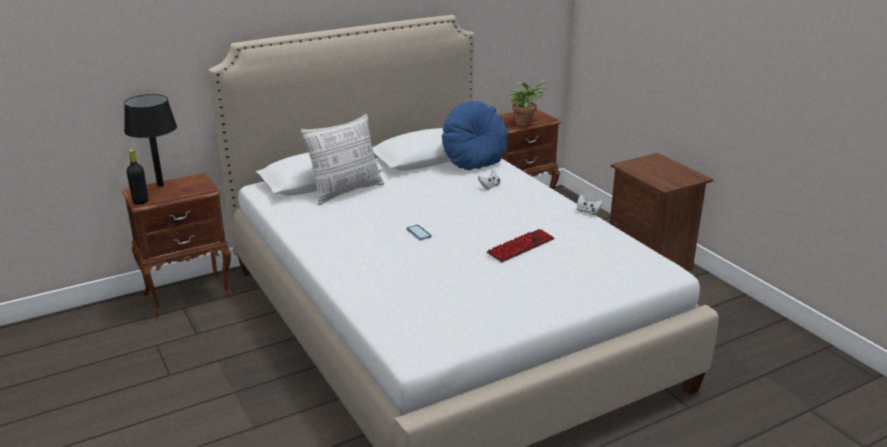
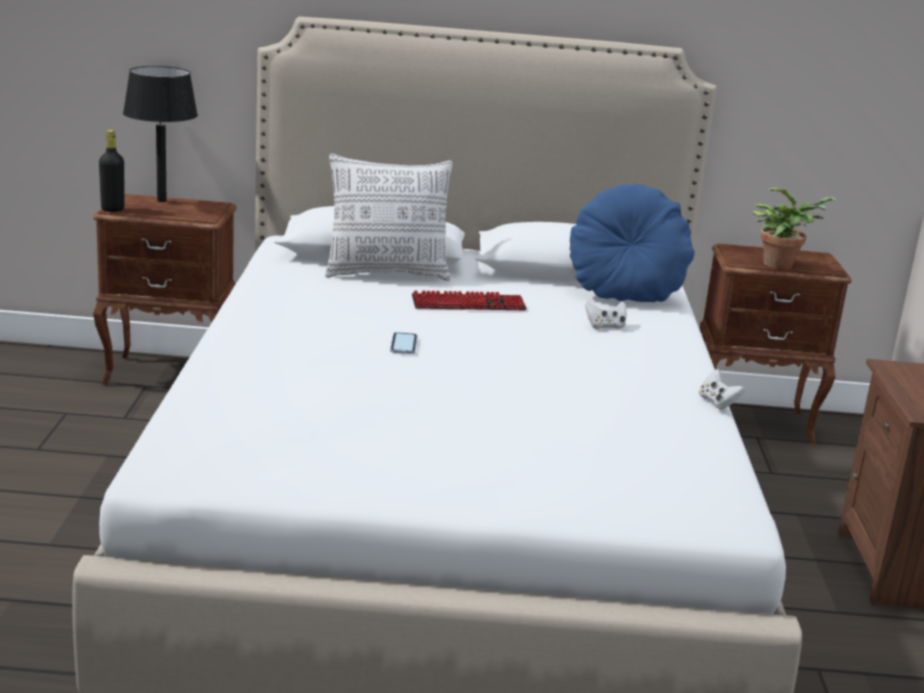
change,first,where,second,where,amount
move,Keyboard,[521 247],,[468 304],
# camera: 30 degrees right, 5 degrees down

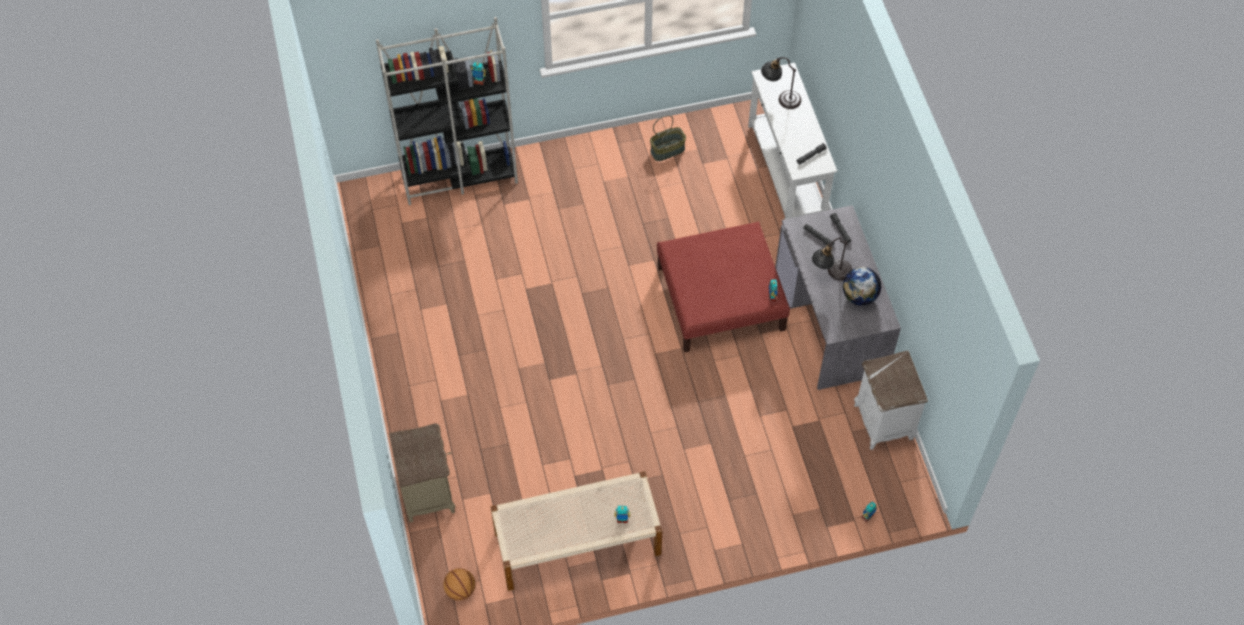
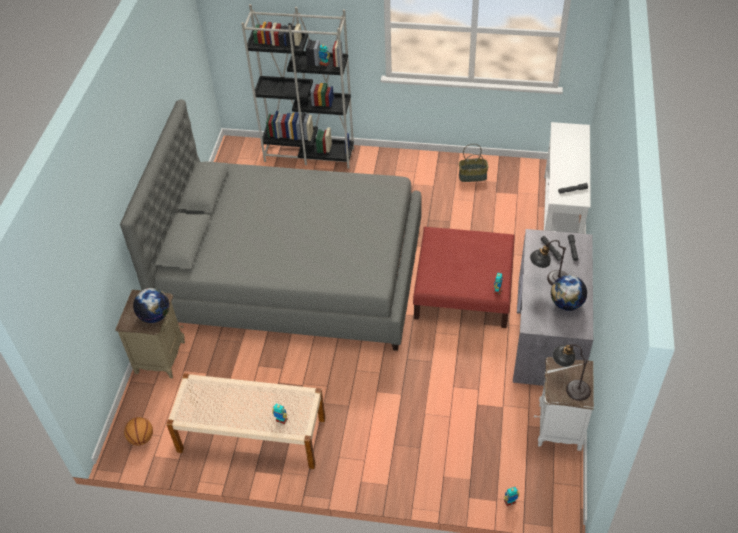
change,first,where,second,where,amount
insert,,,GreyBed,[292 272],
insert,,,Globe,[155 316],
move,GreyTableLamp,[780 97],,[569 384],
# camera: 25 degrees right, 10 degrees down

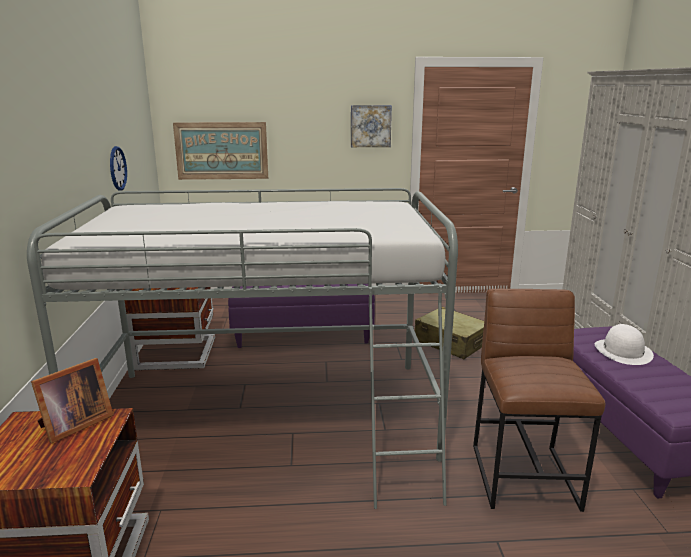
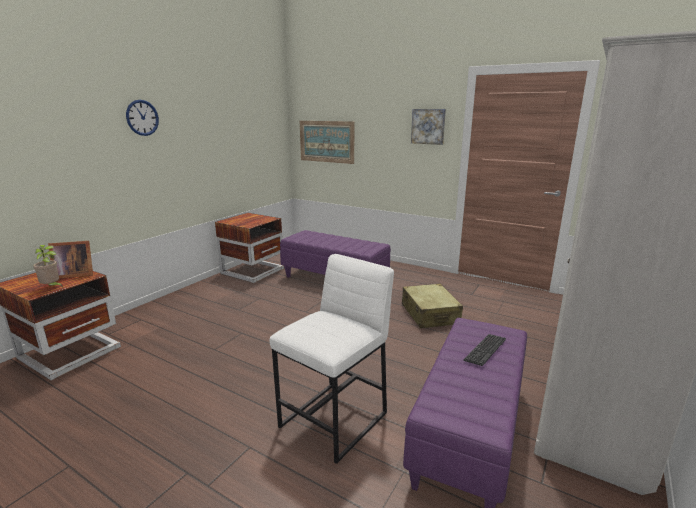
change,first,where,second,where,amount
insert,,,PottedPlant,[52 287],
move,WallClock,[117 168],,[142 117],
recolor,BrownChair,[523 475],WhiteChair,[335 418],
replace,WhiteHat,[623 351],Keyboard,[485 350],
delete,GreyBed,[271 415],,,
# camera: 35 degrees right, 0 degrees up

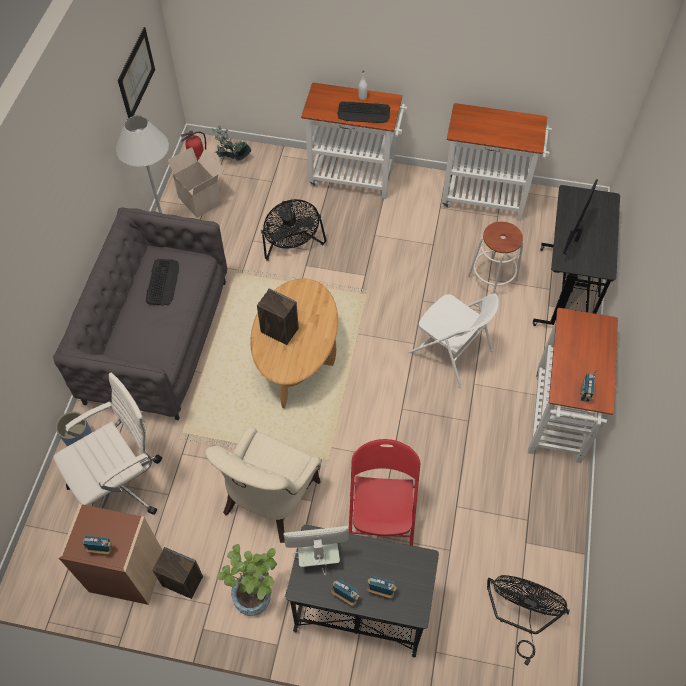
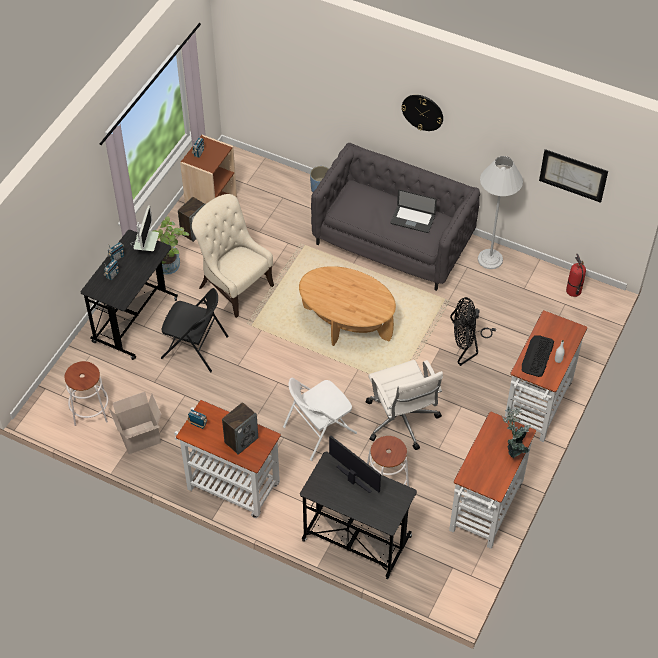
change,first,where,second,where,amount
replace,BlackFan,[521 617],WhiteStool,[90 410],
move,CardboardBox,[201 200],,[139 438],
recolor,RedChair,[381 517],BlackChair,[194 347],
move,Speaker,[279 330],,[241 440],
move,WhiteOfficeChair,[122 484],,[401 421],
replace,Keyboard,[162 282],Laptop,[412 220],
insert,,,WallClock,[422 112],
move,PottedPlant,[232 160],,[514 447],
# camera: 105 degrees right, 5 degrees down

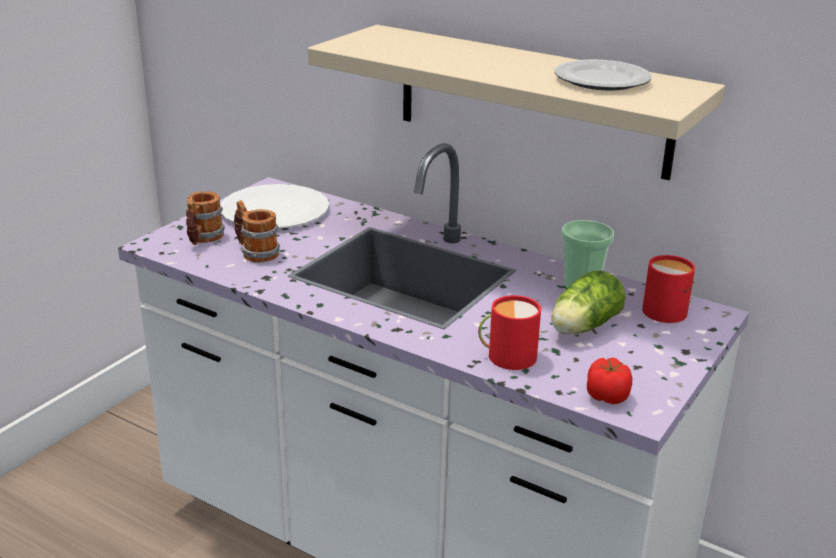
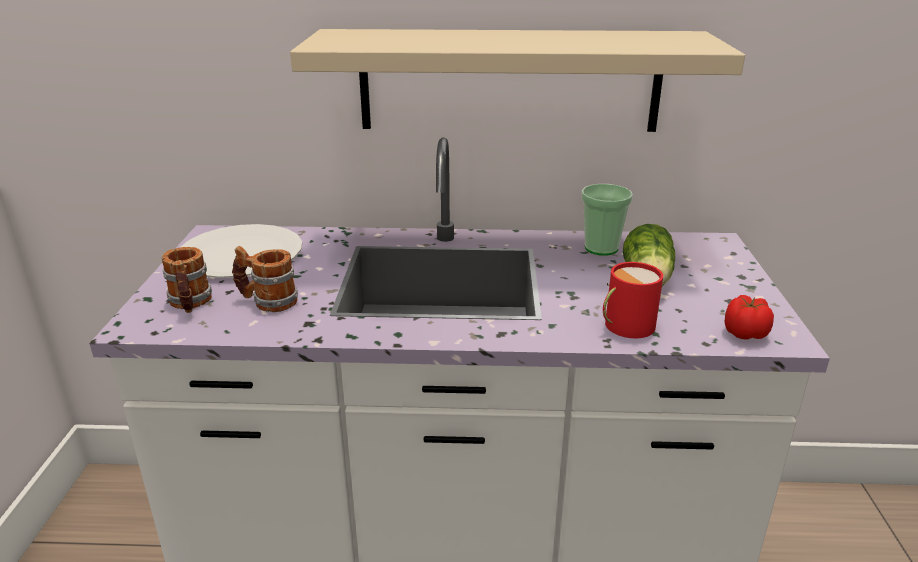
change,first,where,second,where,amount
delete,Plate,[602 81],,,
delete,RedMug,[667 309],,,
# camera: 30 degrees left, 0 degrees up

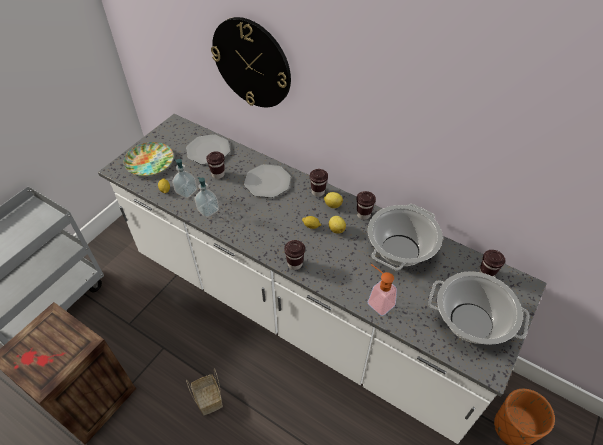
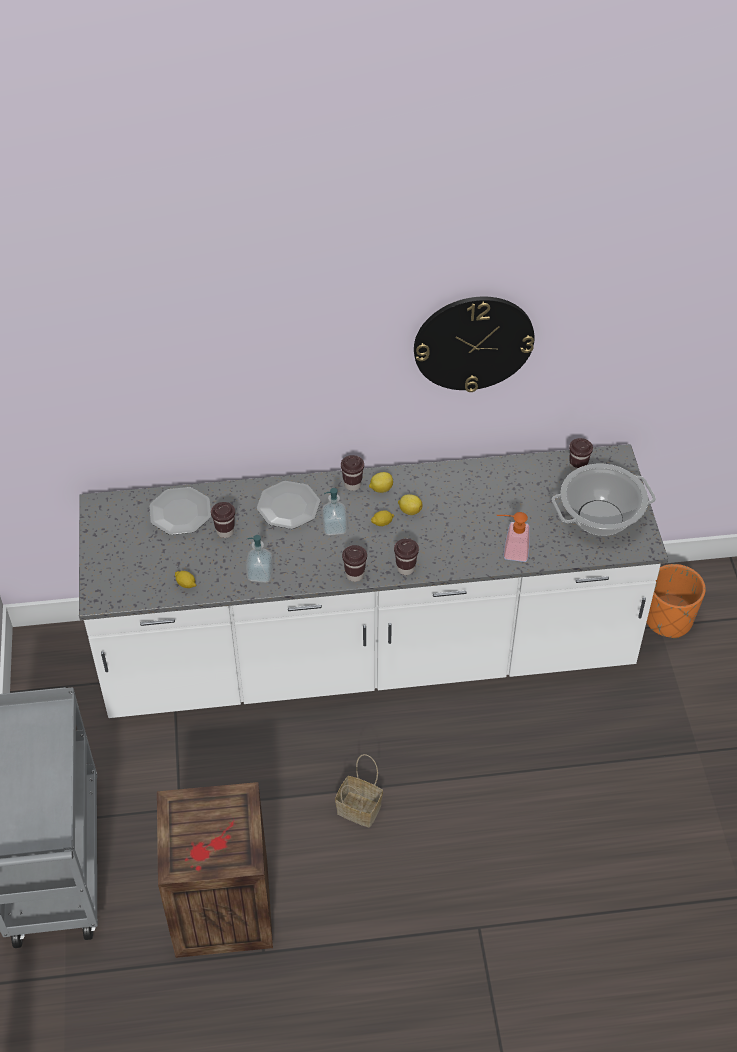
change,first,where,second,where,amount
move,SoapDispenser,[186 191],,[334 527],
move,BrownCup,[363 214],,[354 575],
move,WallClock,[252 63],,[473 342],
delete,Plate,[150 162],,,
delete,CookingPot,[400 249],,,
# camera: 40 degrees left, 0 degrees up

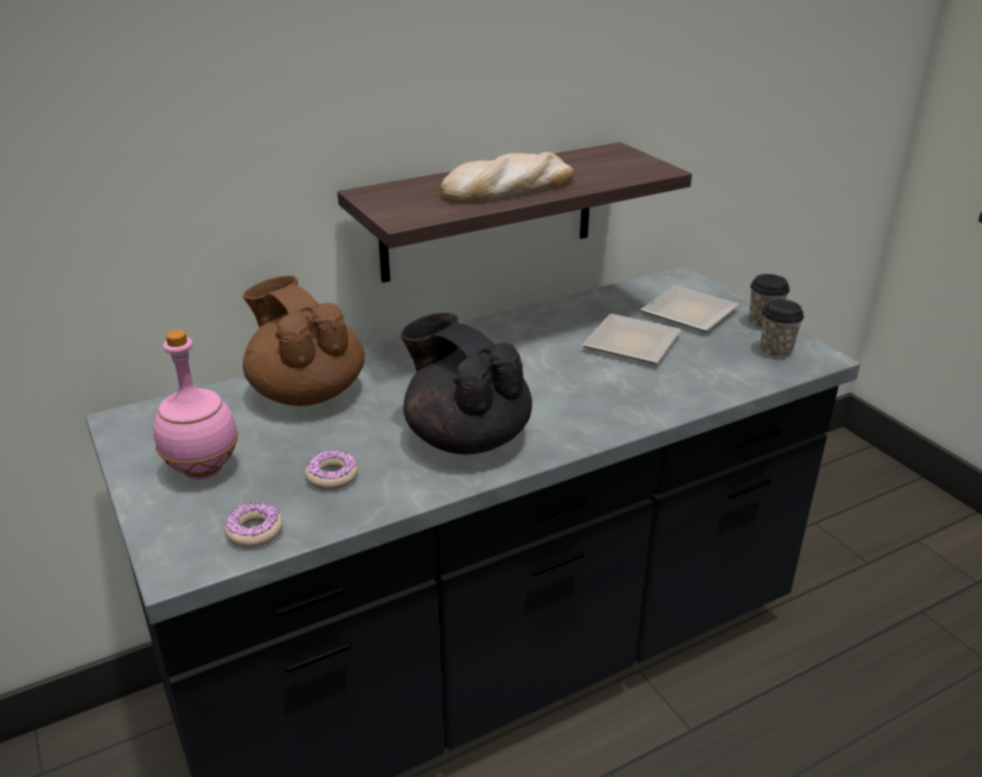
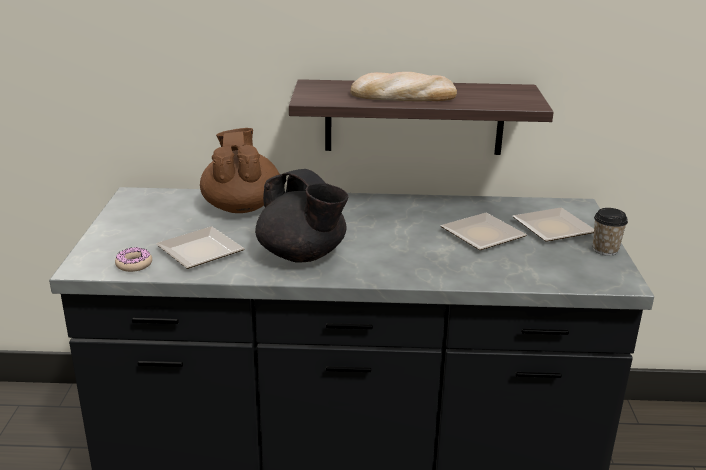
change,first,where,second,where,amount
replace,Donut,[332 476],Plate,[203 252],
rotate,BlackTeapot,[466 437],,[303 255],150 degrees clockwise
delete,PinkBottle,[204 470],,,
delete,Cup,[775 351],,,
# camera: 30 degrees right, 5 degrees down

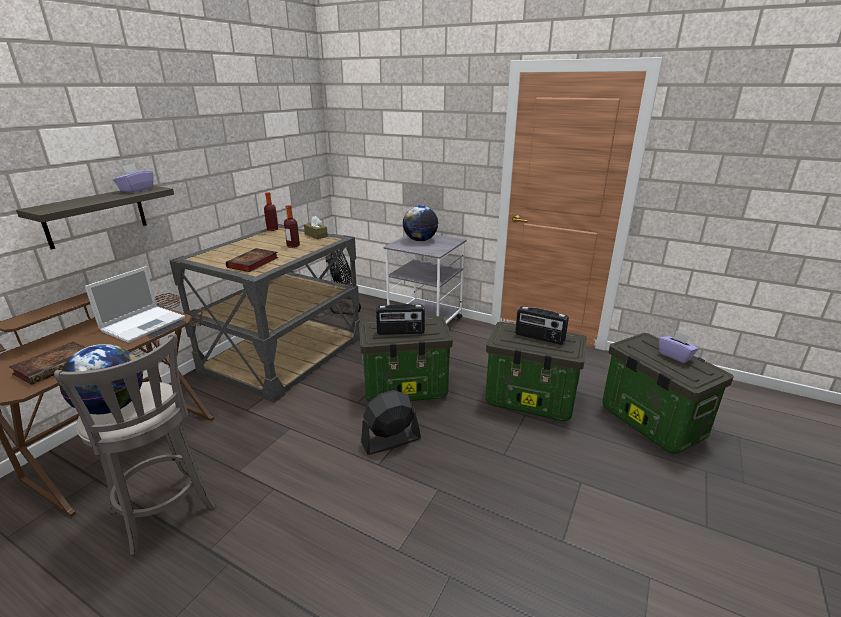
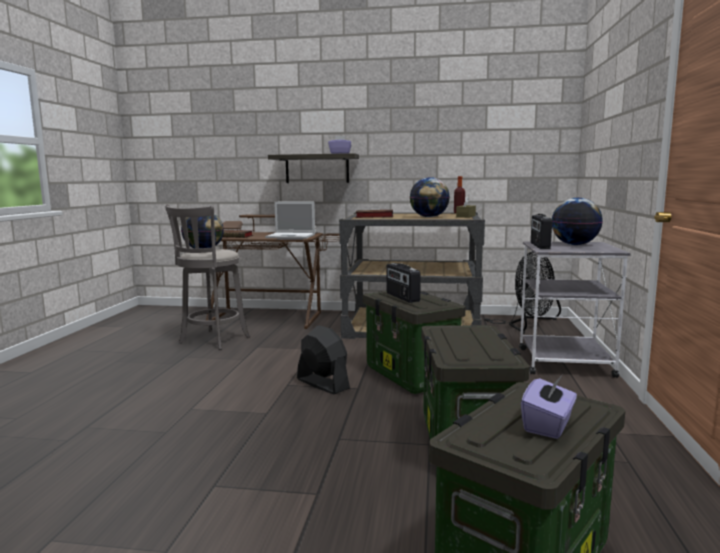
change,first,where,second,where,amount
replace,Bottle,[293 246],Globe,[429 217],
move,Radio,[539 338],,[539 246],
# camera: 70 degrees right, 15 degrees down

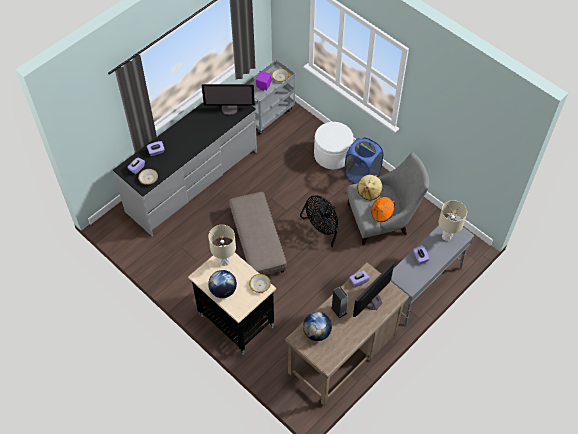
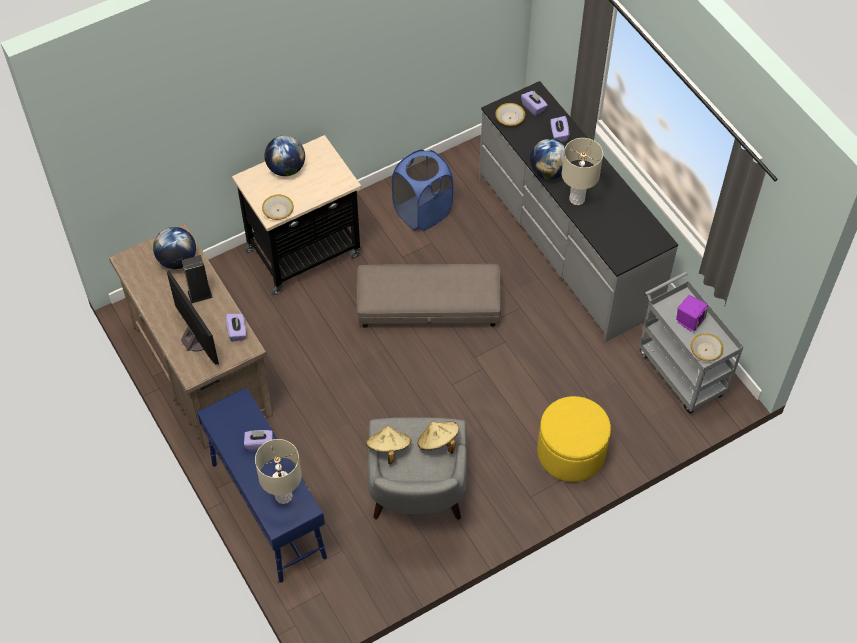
change,first,where,second,where,amount
recolor,GreyConsoleTable,[421 286],BlueConsoleTable,[269 509],
recolor,OrangeHat,[382 214],BeigeHat,[388 449],
move,BlueLaundryBasket,[362 176],,[422 212],
insert,,,Globe,[548 171],
recolor,WhiteOttoman,[332 155],YellowOttoman,[571 452],
move,BeigeTableLamp,[224 261],,[576 199],
delete,Monitor,[230 108],,,
delete,BlackFan,[323 226],,,
# camera: 105 degrees right, 0 degrees up

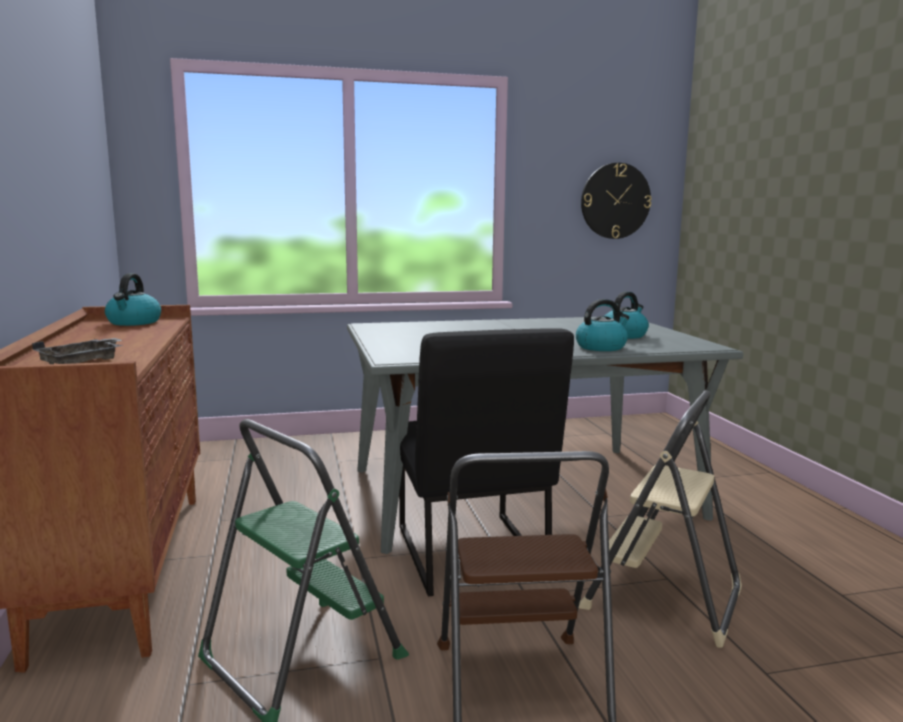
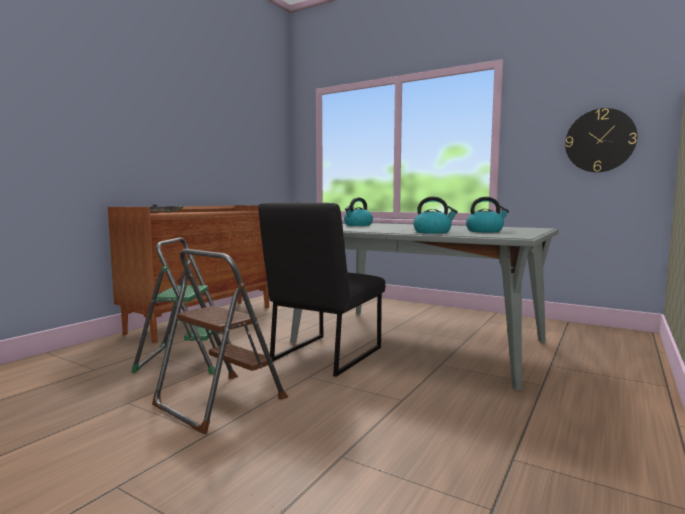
change,first,where,second,where,amount
move,Kettle,[134 322],,[358 225],
delete,BeigeStepLadder,[668 599],,,
# camera: 45 degrees right, 5 degrees down

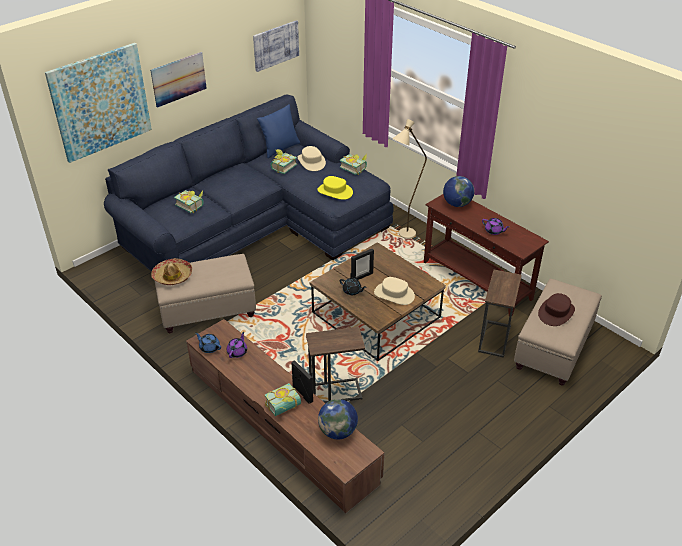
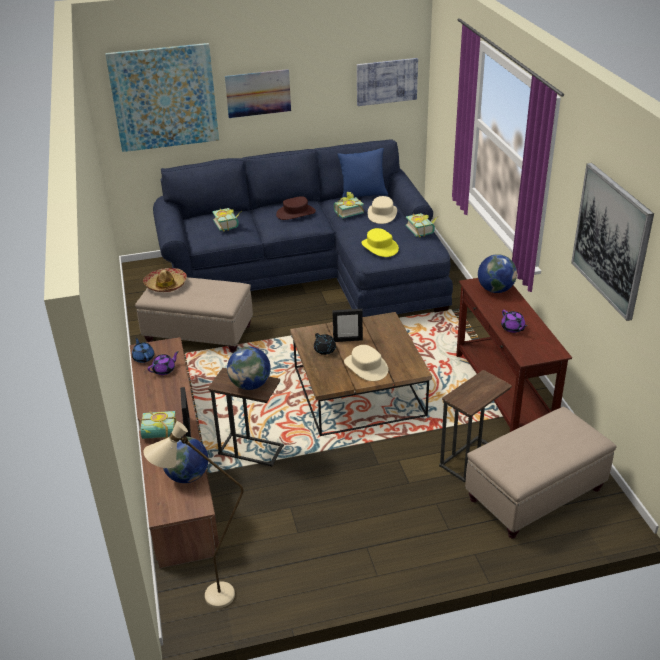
change,first,where,second,where,amount
move,BeigeFloorLamp,[403 237],,[208 599],
insert,,,Globe,[250 385],
move,BrownHat,[556 312],,[296 213],
insert,,,Picture,[611 240],
# camera: 30 degrees right, 5 degrees down

